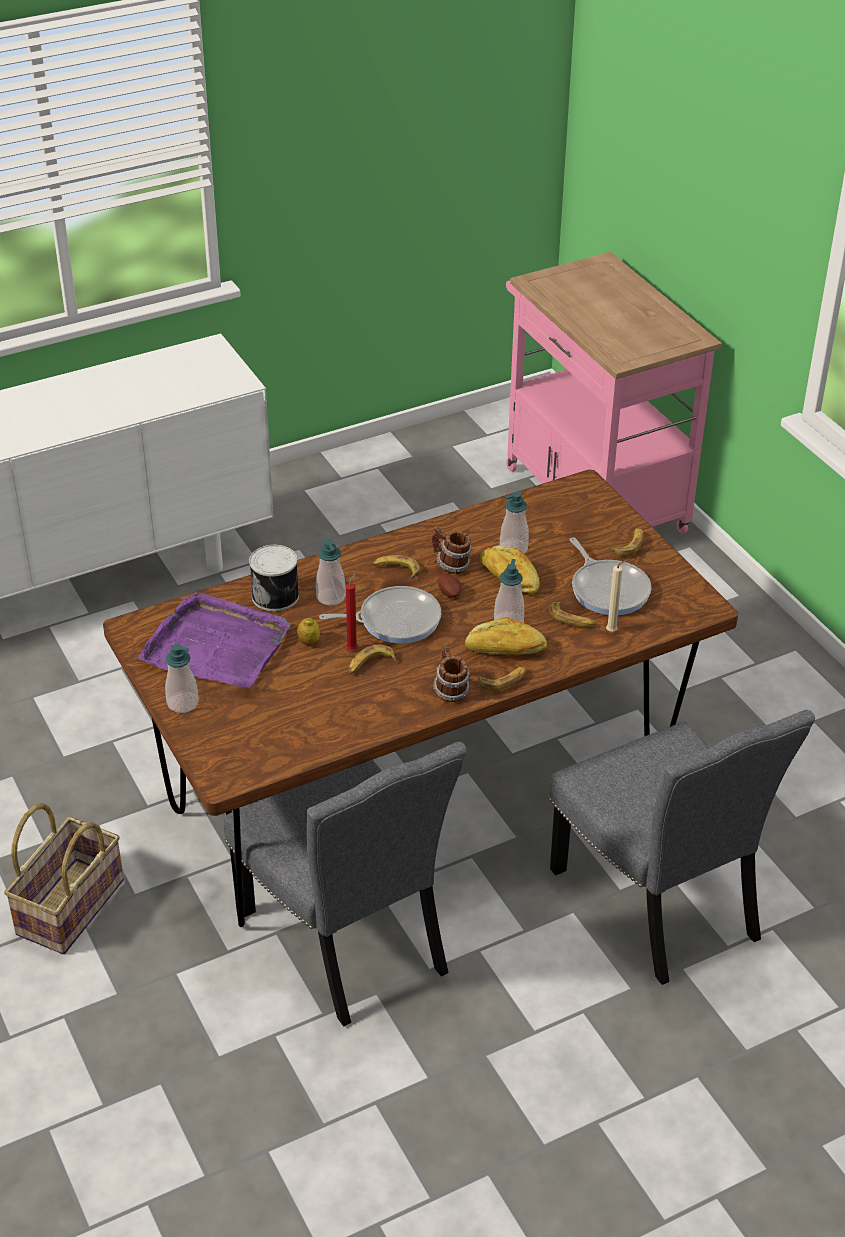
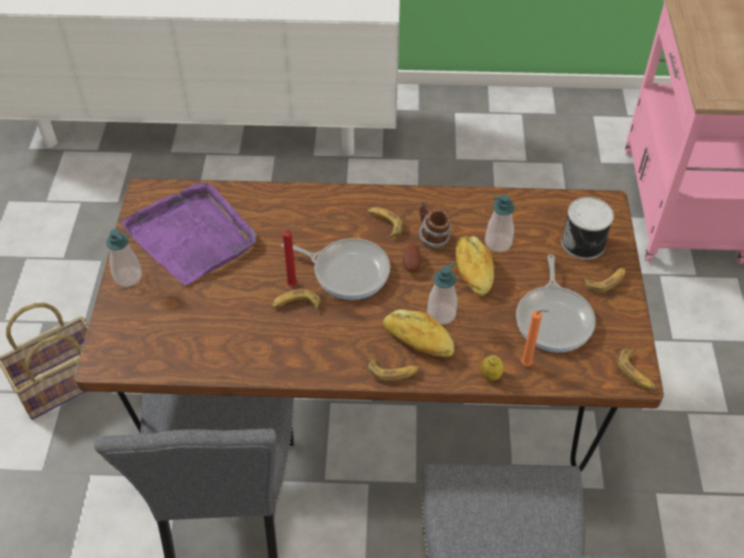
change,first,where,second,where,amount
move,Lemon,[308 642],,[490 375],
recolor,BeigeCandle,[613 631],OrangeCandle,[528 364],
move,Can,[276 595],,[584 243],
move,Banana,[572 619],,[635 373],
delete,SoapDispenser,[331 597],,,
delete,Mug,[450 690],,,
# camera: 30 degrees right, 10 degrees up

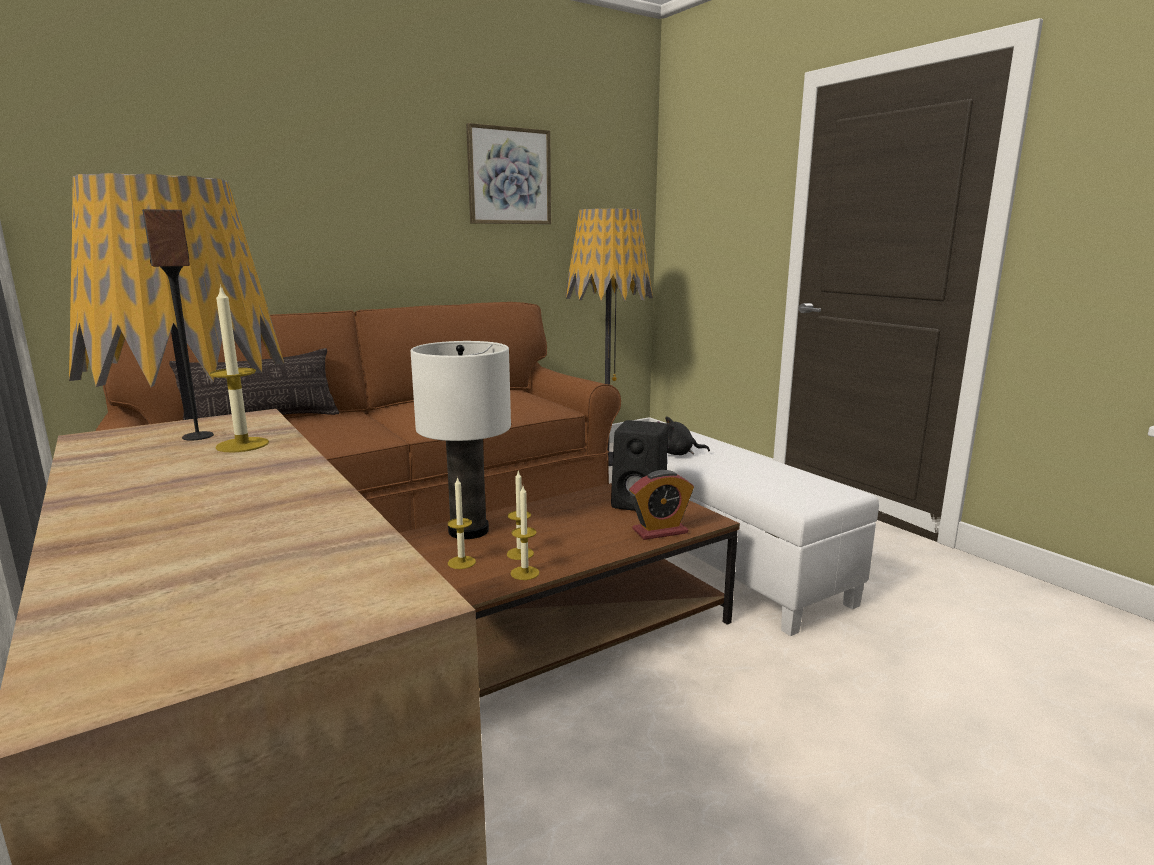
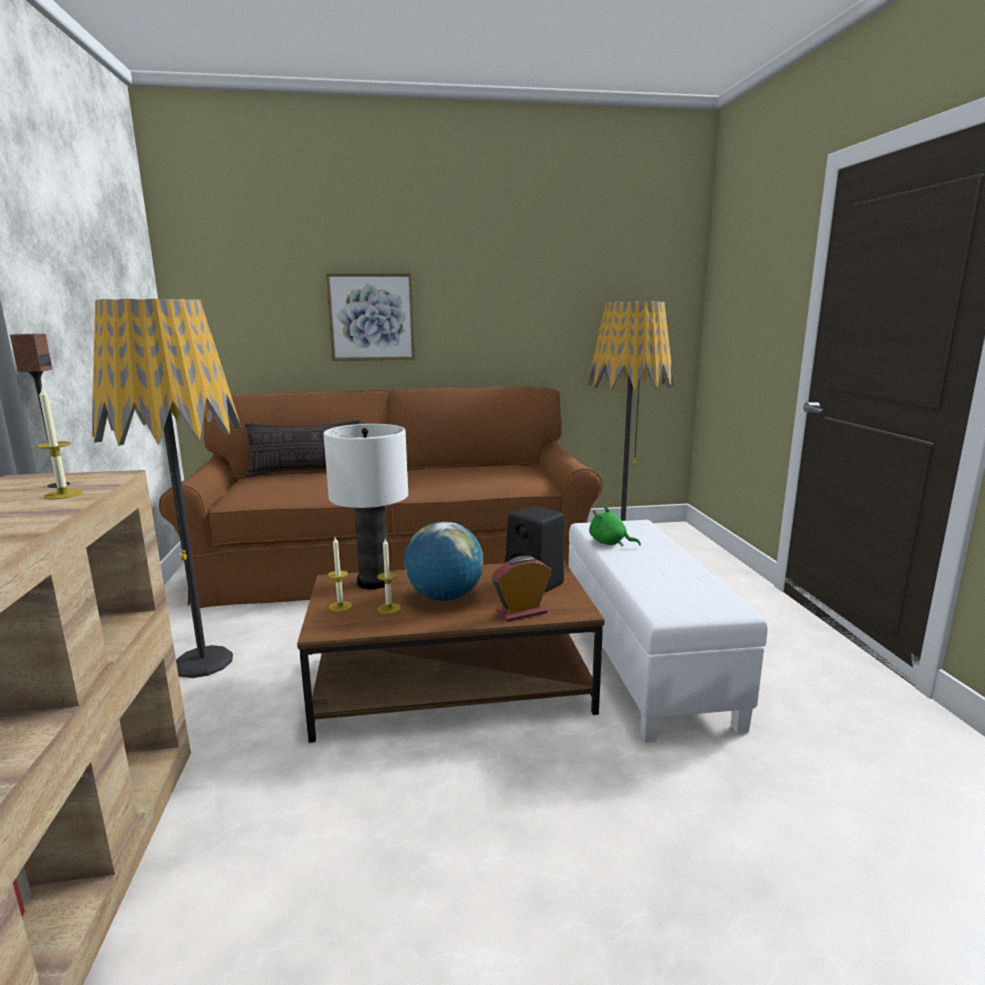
change,first,where,second,where,amount
move,Picture,[509 176],,[371 317],
insert,,,Globe,[445 597],
rotate,AlarmClock,[660 531],,[521 612],150 degrees clockwise
recolor,BlackPlushToy,[677 453],GreenPlushToy,[610 543],
delete,Candle,[525 573],,,
# camera: 25 degrees right, 0 degrees up

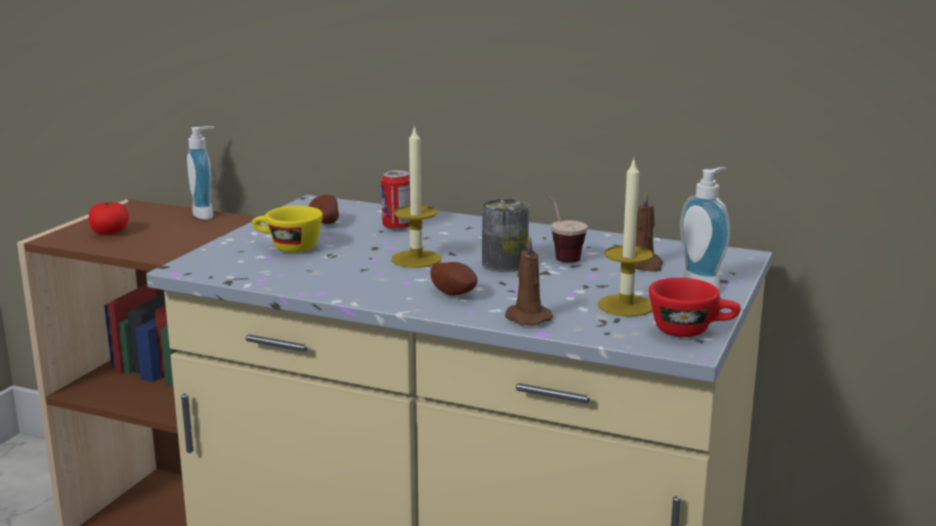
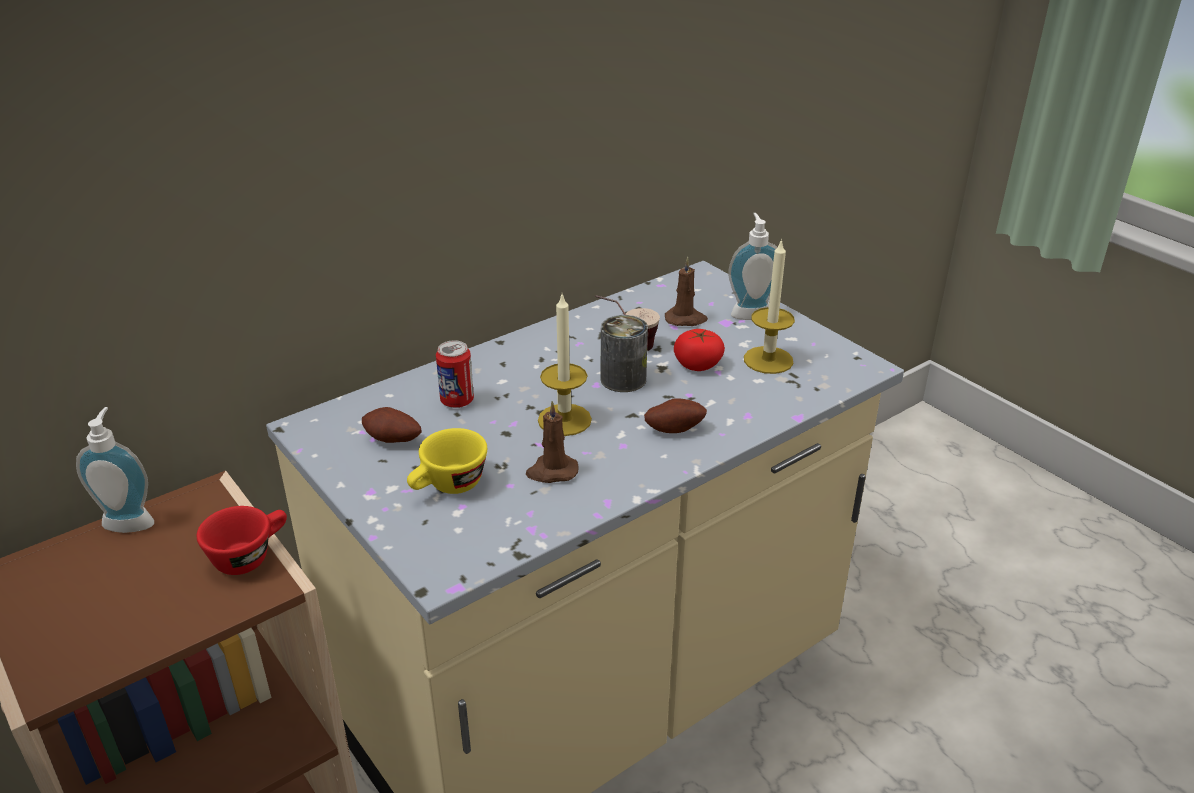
change,first,where,second,where,amount
move,RedCup,[691 331],,[250 555],
move,BrownCandle,[526 318],,[551 471],
move,Tomato,[110 232],,[697 364],
# camera: 60 degrees left, 15 degrees up

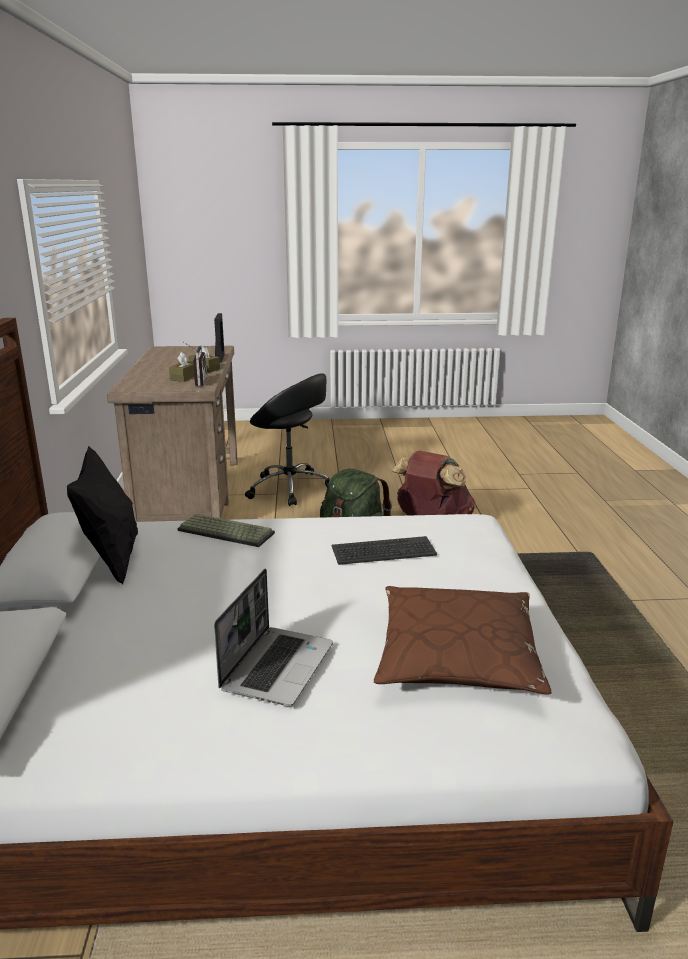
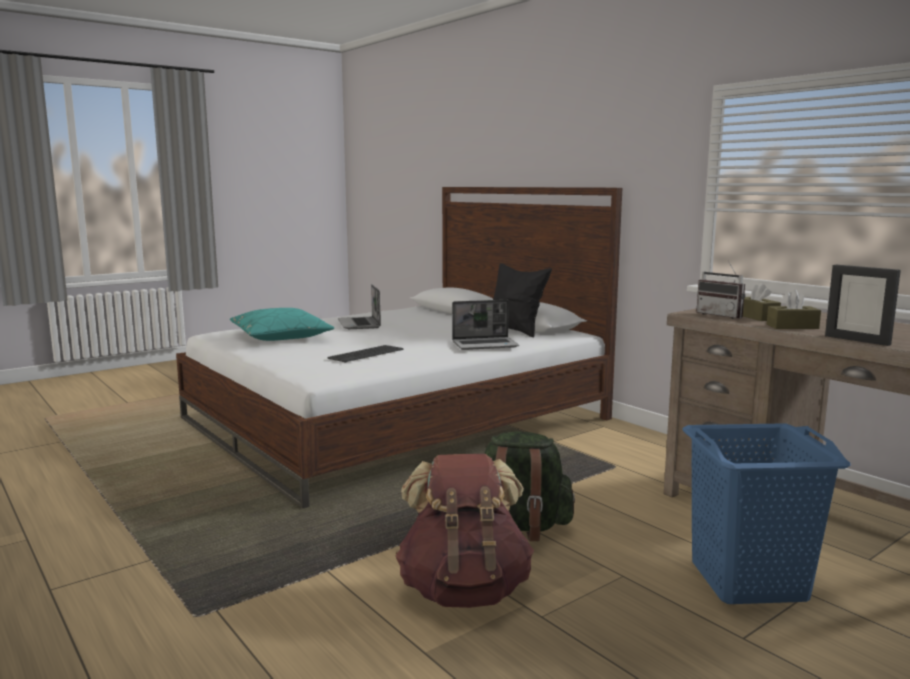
change,first,where,second,where,amount
recolor,BrownPillow,[457 655],TurquoisePillow,[281 336],
replace,Keyboard,[224 532],Laptop,[485 345],
replace,BlackOfficeChair,[291 488],BlueLaundryBasket,[747 580],
# camera: 145 degrees right, 10 degrees down

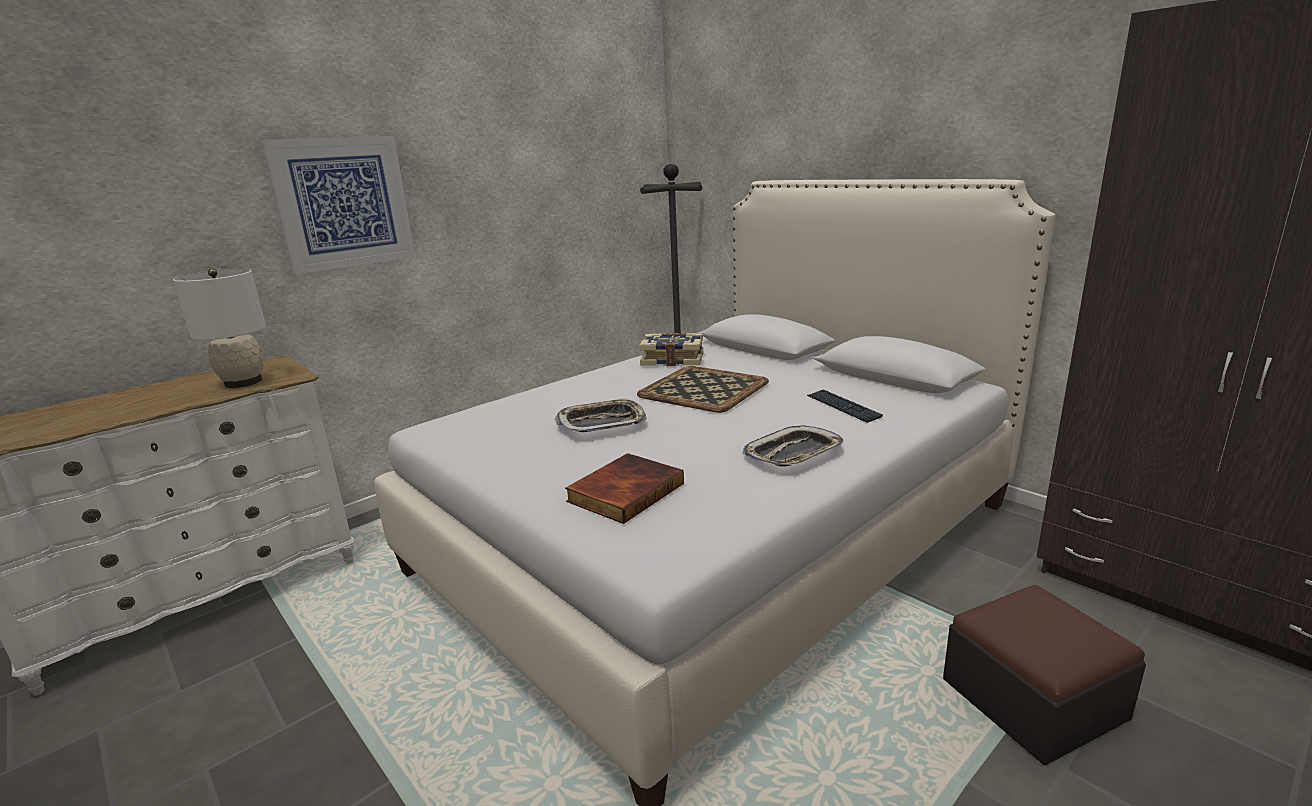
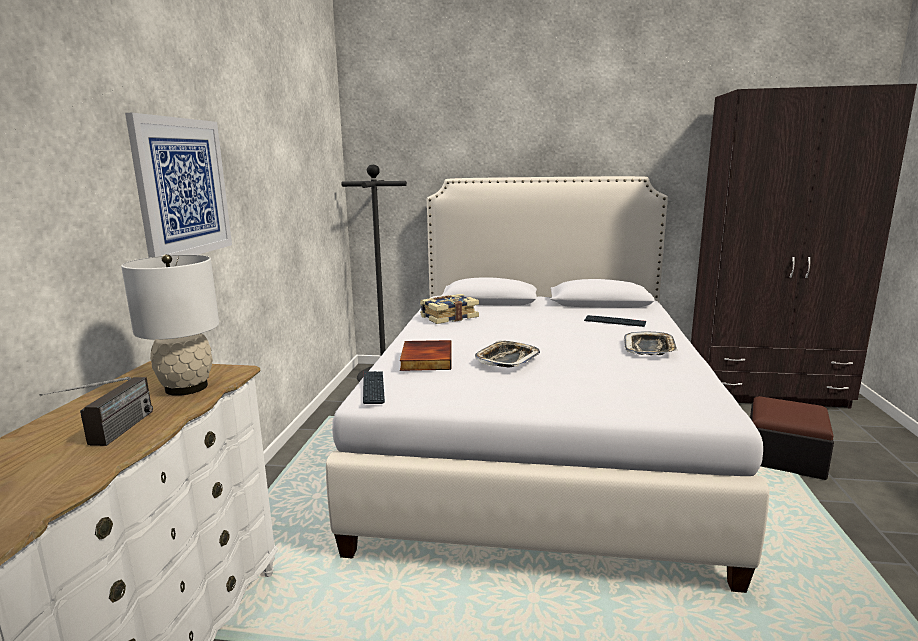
change,first,where,second,where,amount
insert,,,Radio,[110 437],
insert,,,Keyboard,[373 388],
move,Book,[625 491],,[425 359],
delete,Tray,[703 389],,,
# camera: 40 degrees left, 5 degrees down

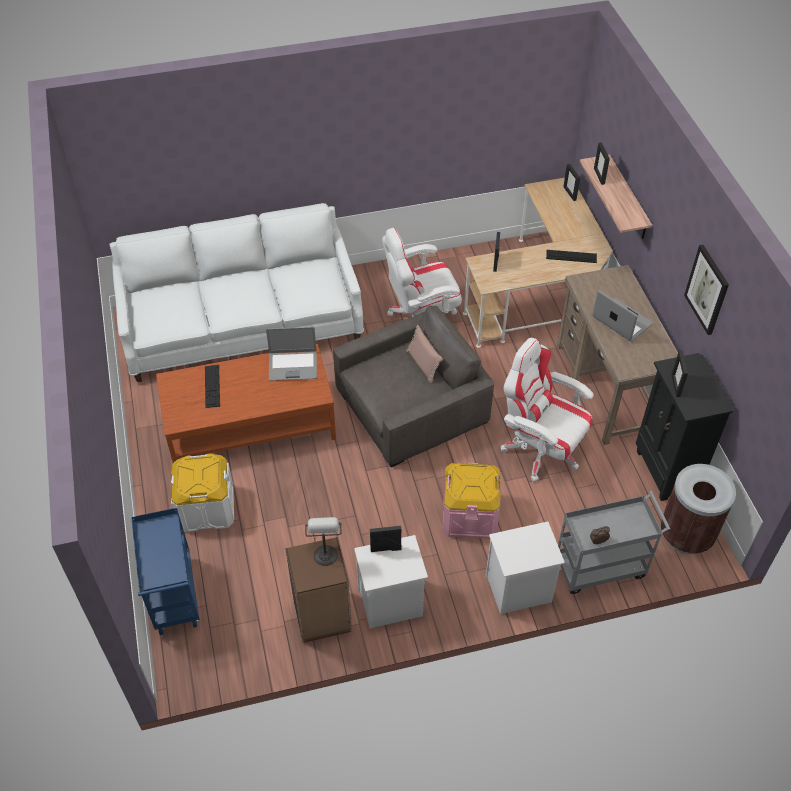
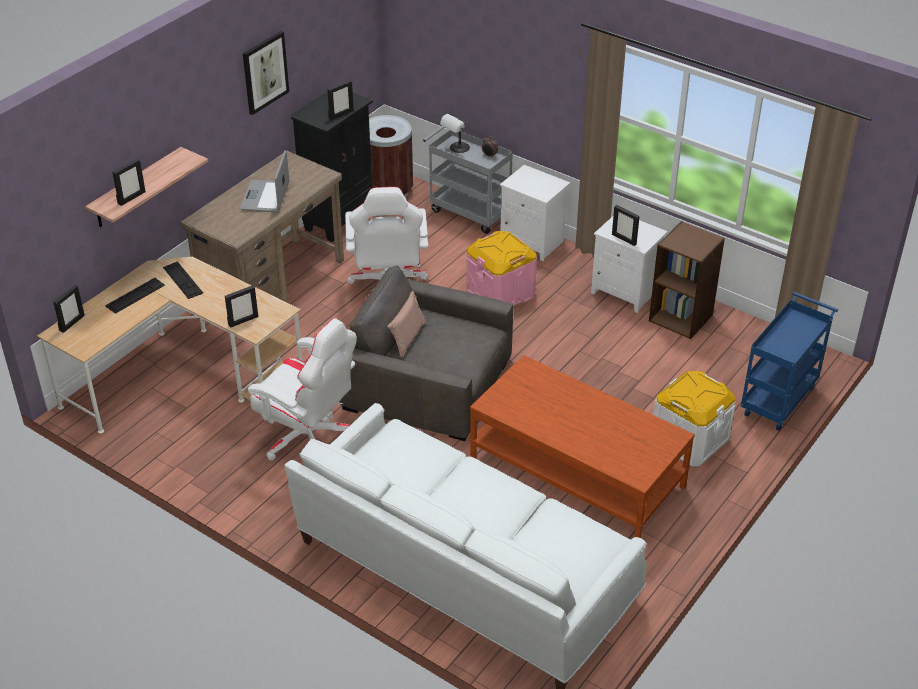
change,first,where,second,where,amount
move,Keyboard,[212 386],,[135 295],
move,TableLamp,[324 550],,[457 149],
delete,Laptop,[293 366],,,
# camera: 130 degrees left, 10 degrees down

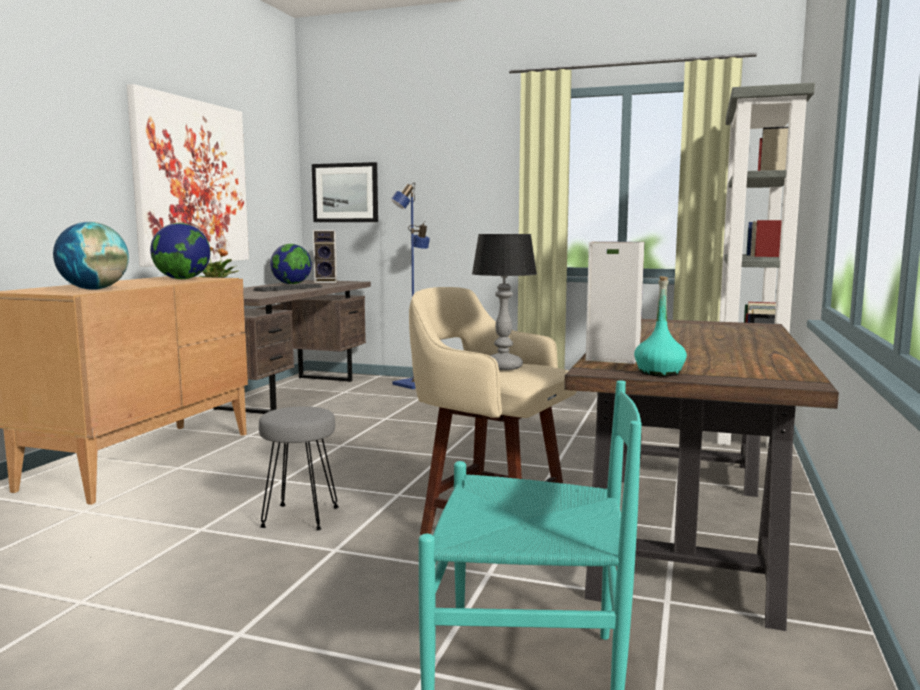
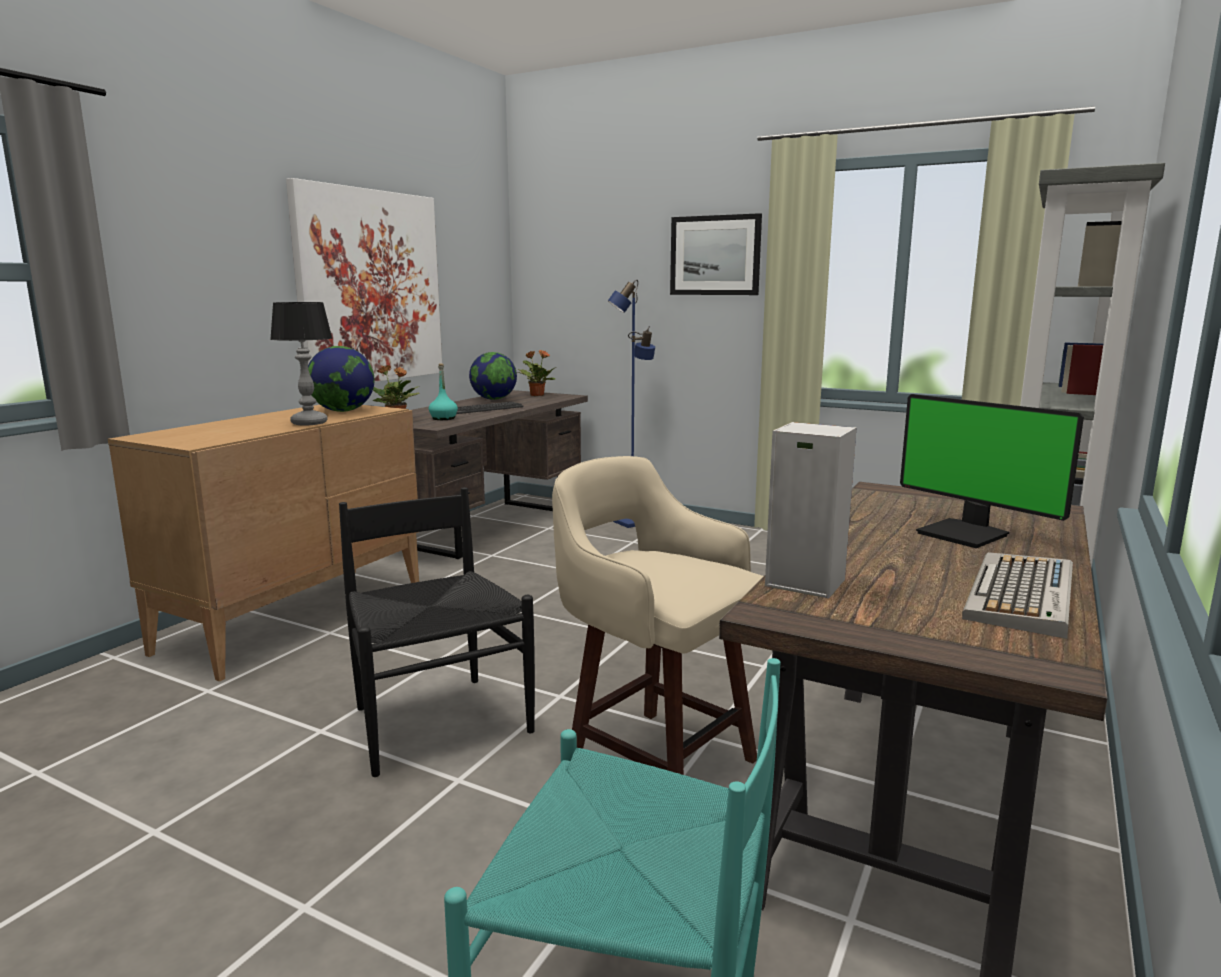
change,first,where,second,where,amount
move,TableLamp,[502 367],,[308 423],
replace,GreyStool,[301 517],BlackChair,[436 721],
move,TurquoiseBottle,[659 373],,[443 418],
replace,Speaker,[327 282],PottedPlant,[536 395],
move,Picture,[345 193],,[715 255],
insert,,,Monitor,[965 534],
insert,,,Keyboard,[1022 595],
delete,Globe,[94 289],,,
# camera: 10 degrees right, 5 degrees up

